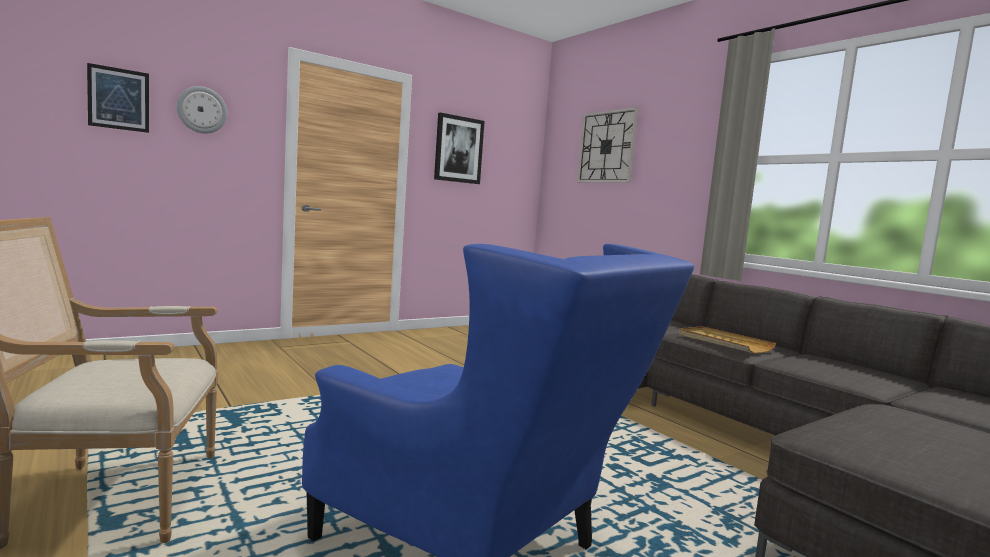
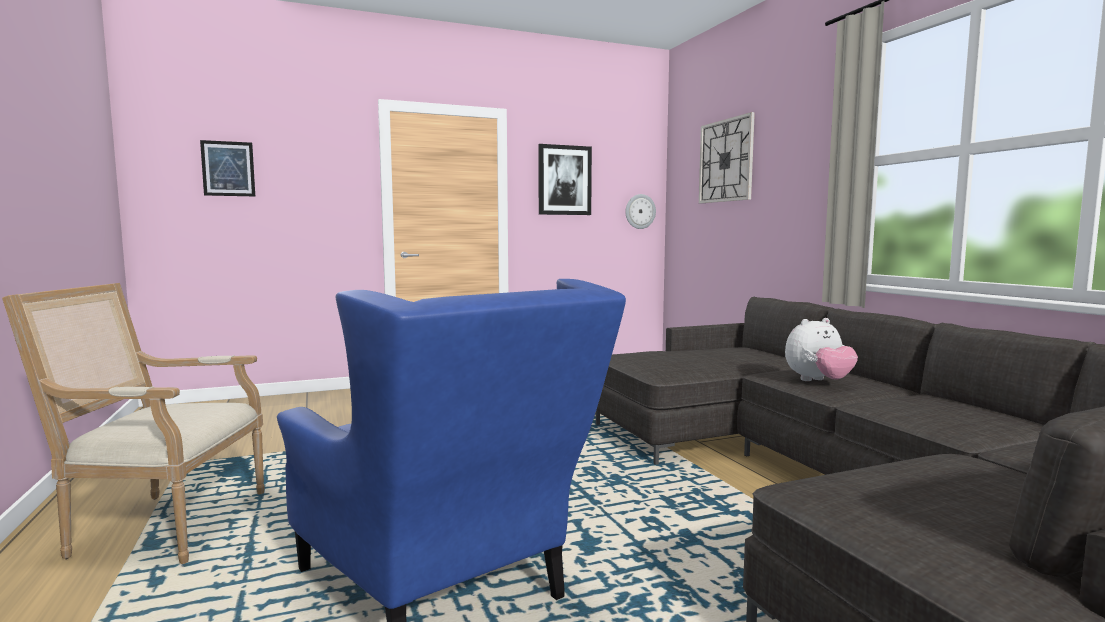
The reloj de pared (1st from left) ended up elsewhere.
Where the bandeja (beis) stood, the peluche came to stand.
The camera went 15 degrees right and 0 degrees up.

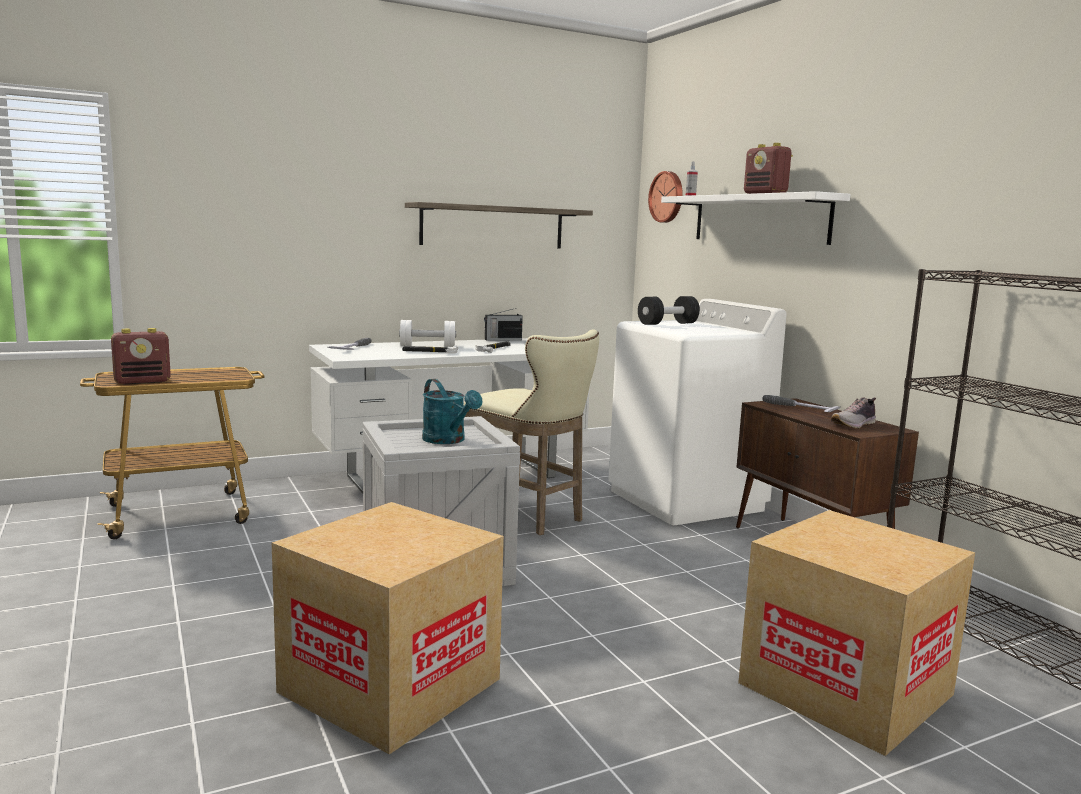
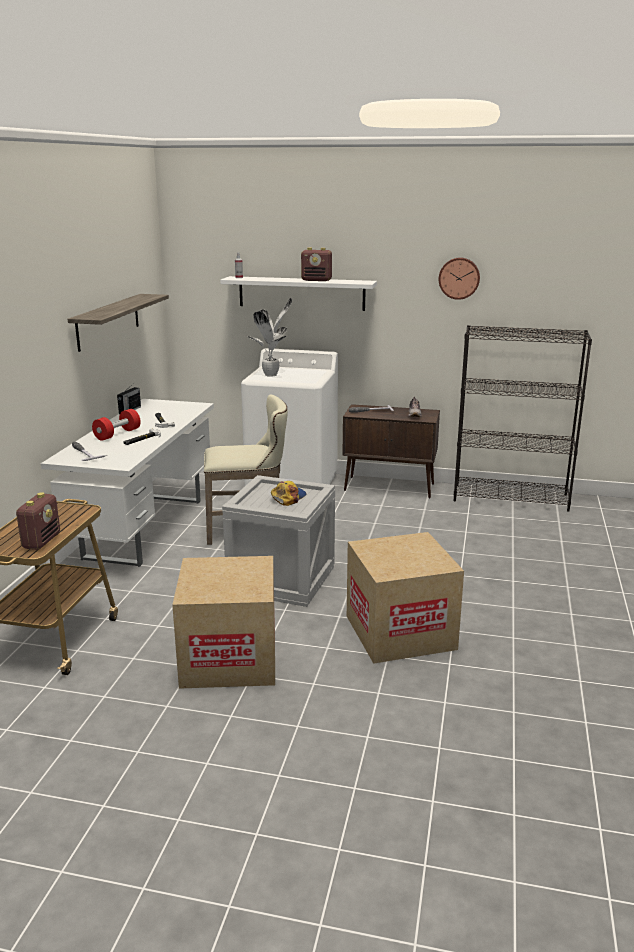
What was the mancuerna (blanco) turned into the mancuerna (rojo).
The caja de cartón (2nd from left in the first image) ended up elsewhere.
Where the mancuerna (negro) stood, the planta en maceta came to stand.
Where the regadera (turquesa) stood, the gorra came to stand.
The reloj de pared ended up elsewhere.
The camera went 50 degrees left and 10 degrees up.

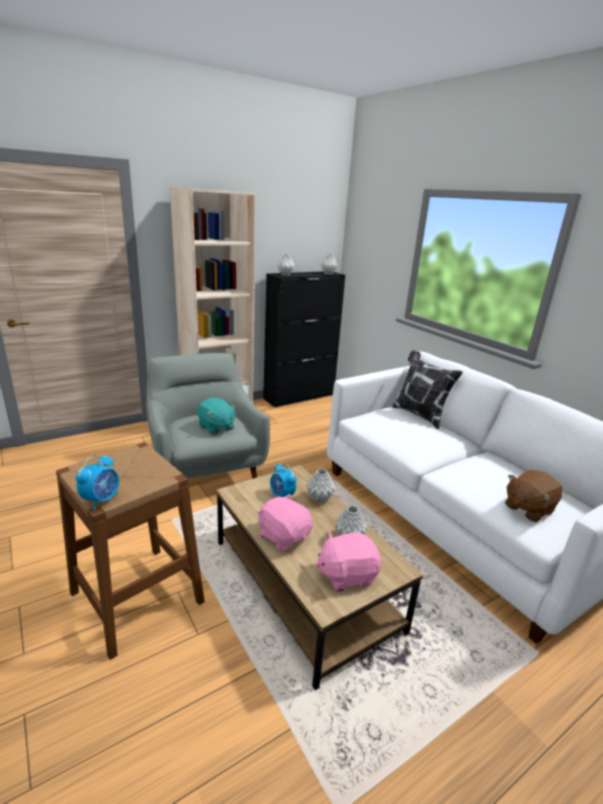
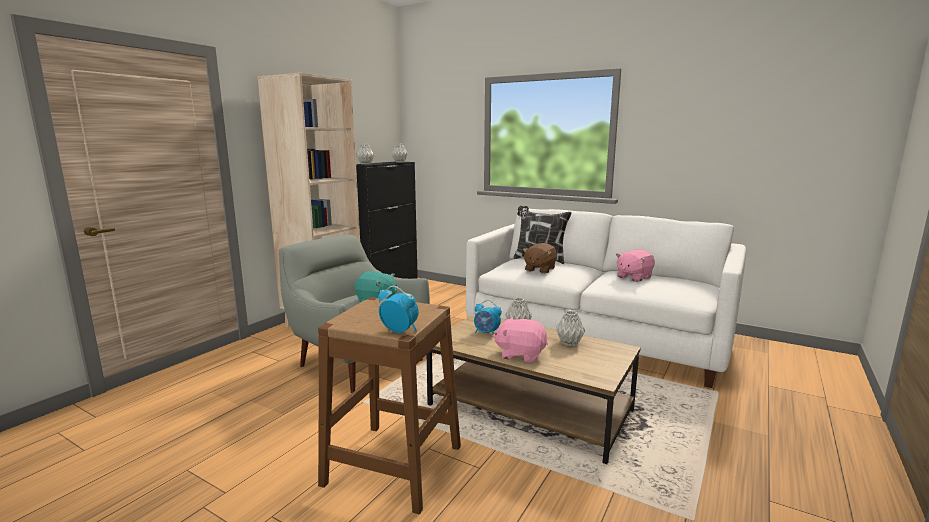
The despertador (1st from left) ended up facing another way, 60 degrees counterclockwise from before.
The peluche (marrón) ended up elsewhere.
The peluche (rosa) (2nd from left) ended up elsewhere.
The camera went 25 degrees left and 10 degrees down.

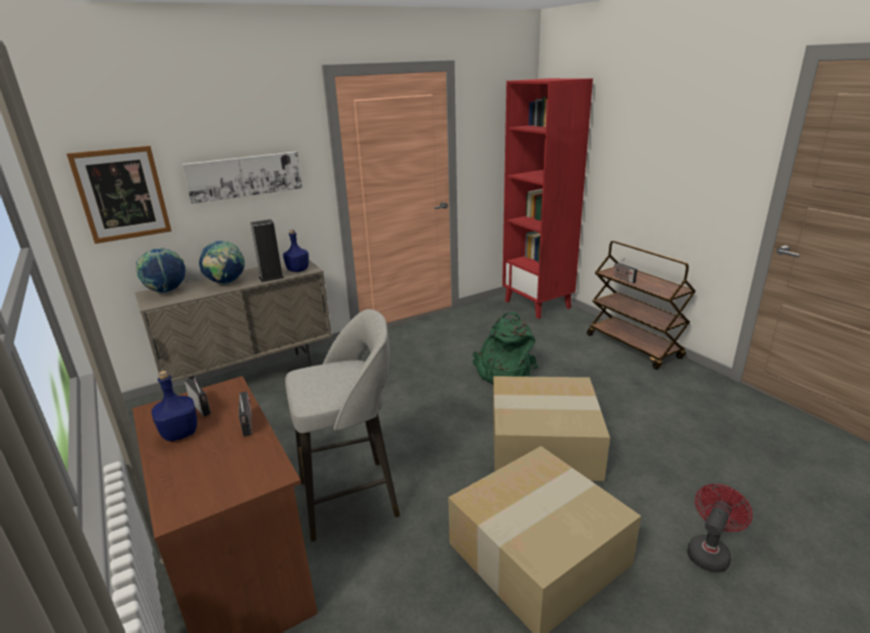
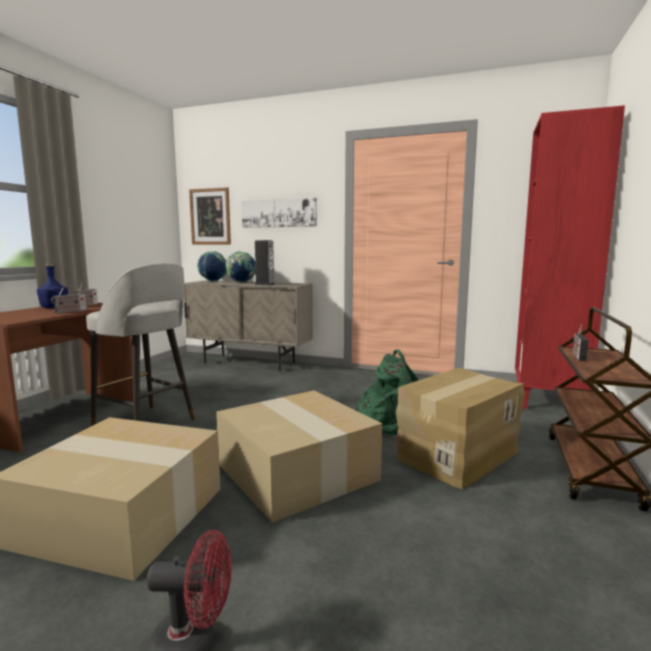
The second view gained the caja de cartón (3rd from left).
The second view lost the botella (azul) (2nd from left).
The camera went 50 degrees right and 15 degrees down.

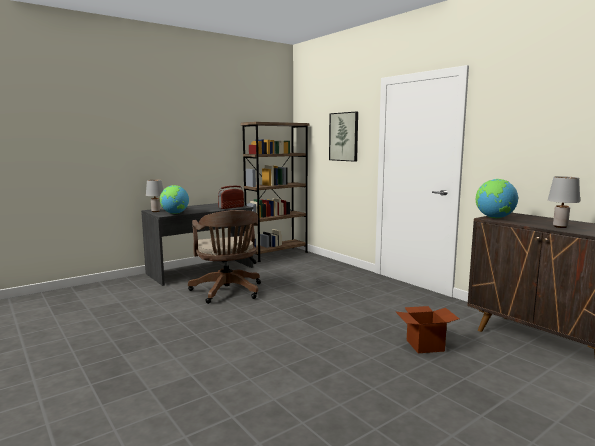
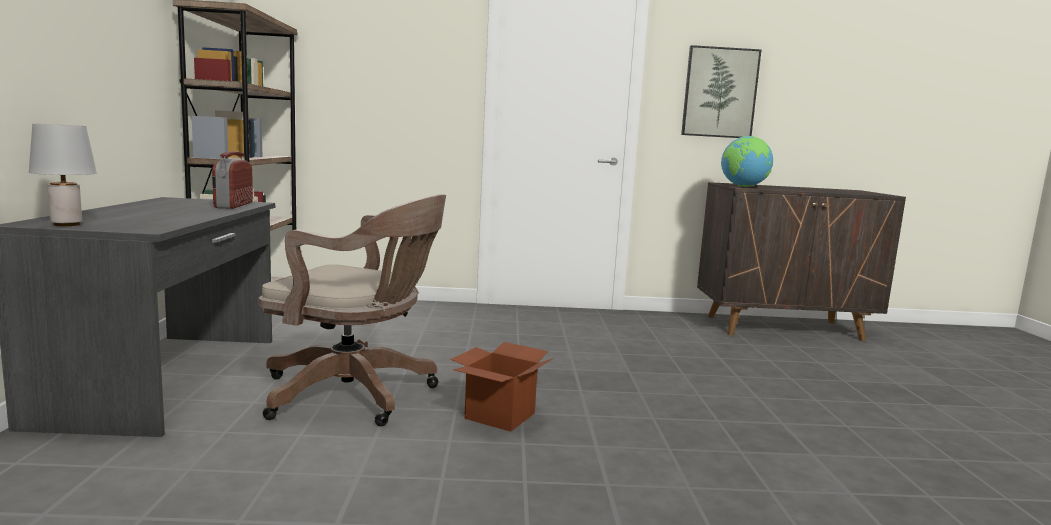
The caja de cartón ended up elsewhere.
The cuadro ended up elsewhere.
The second view lost the globo terráqueo (1st from left).
The second view lost the lámpara de mesa (gris) (2nd from left).
The camera went 55 degrees left and 0 degrees up.

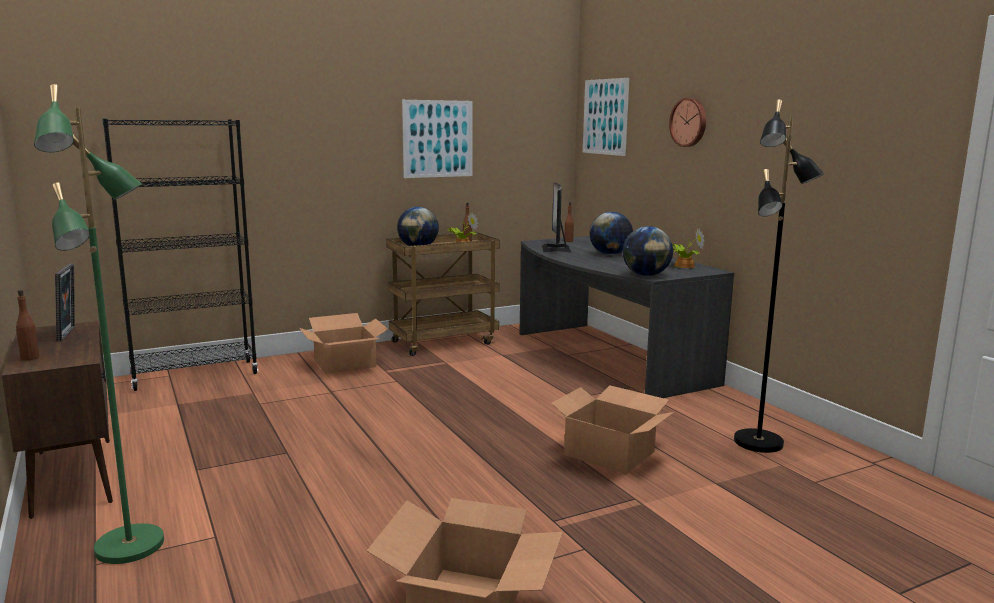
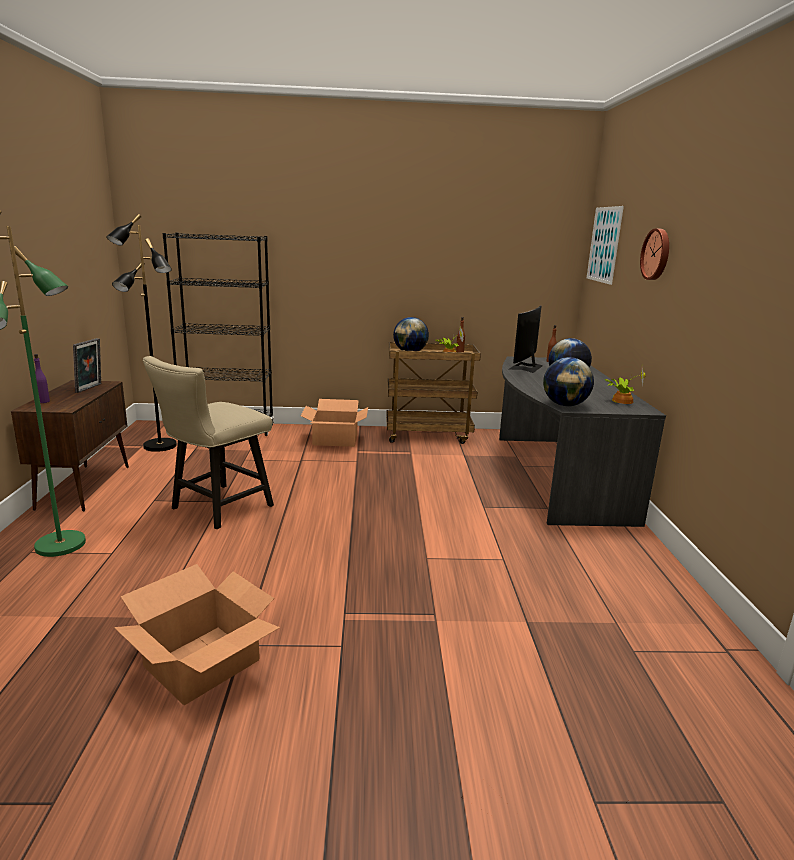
What was the botella (marrón) (1st from left) turned into the botella (morado).
The lámpara de pie (negro) ended up elsewhere.
The second view gained the silla (beis).
The second view lost the cuadro (1st from left).
The second view lost the caja de cartón (3rd from left).
The camera went 25 degrees right and 5 degrees up.

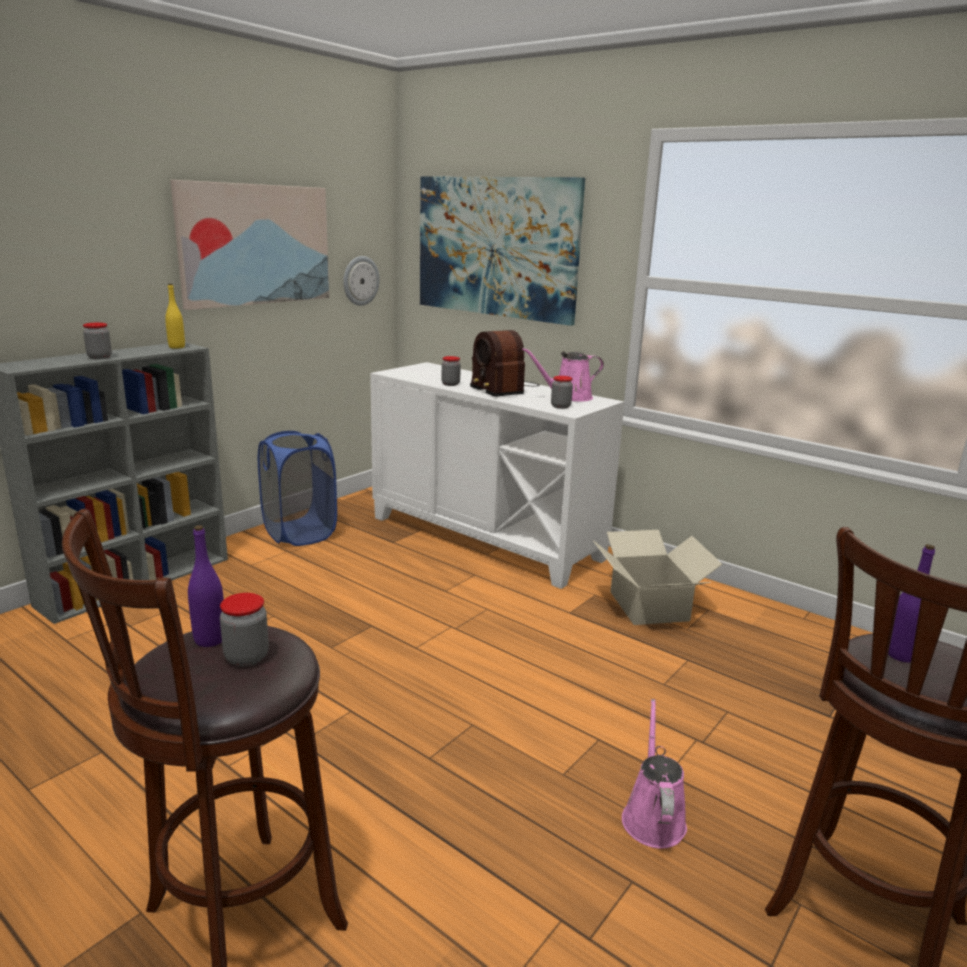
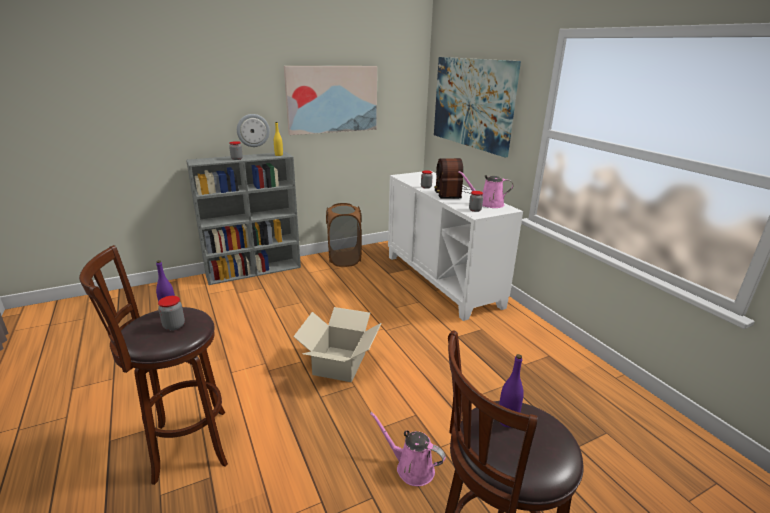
The reloj de pared ended up elsewhere.
The caja de cartón ended up elsewhere.
What was the cesto de la ropa (azul) turned into the cesto de la ropa (marrón).
The regadera (rosa) (2nd from left in the first image) ended up facing another way, 90 degrees counterclockwise from before.
The camera went 25 degrees right and 5 degrees up.

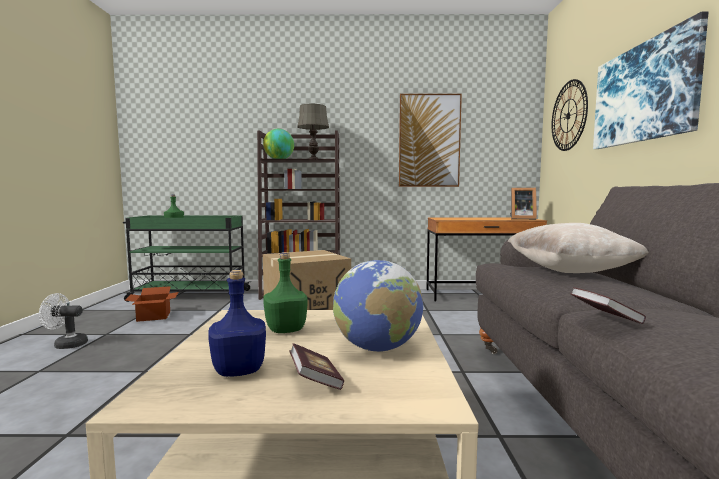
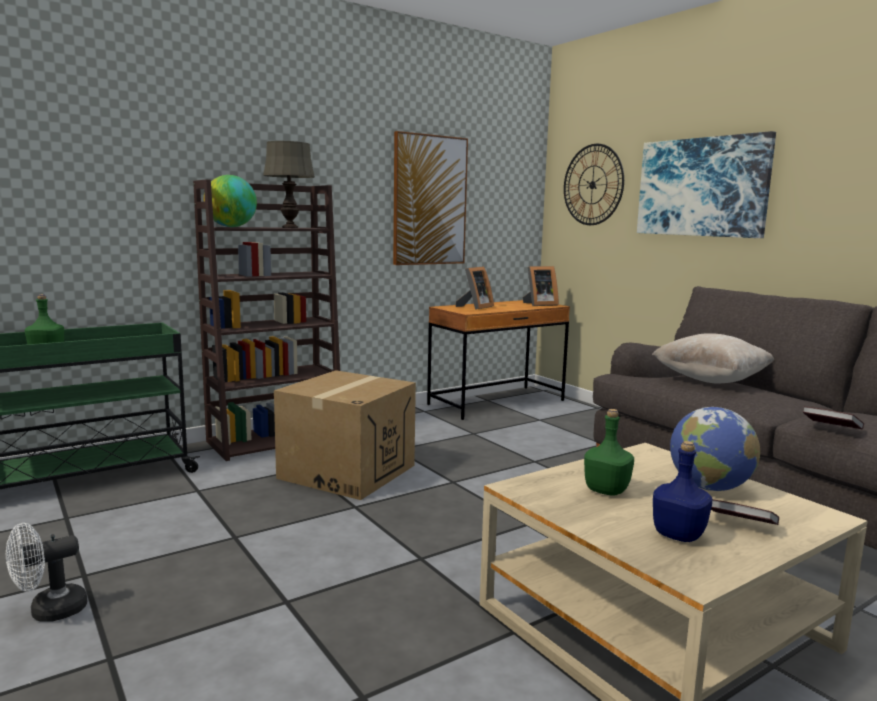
The second view gained the portarretratos (1st from left).
The second view lost the caja de cartón (1st from left).
The camera went 35 degrees left and 5 degrees up.

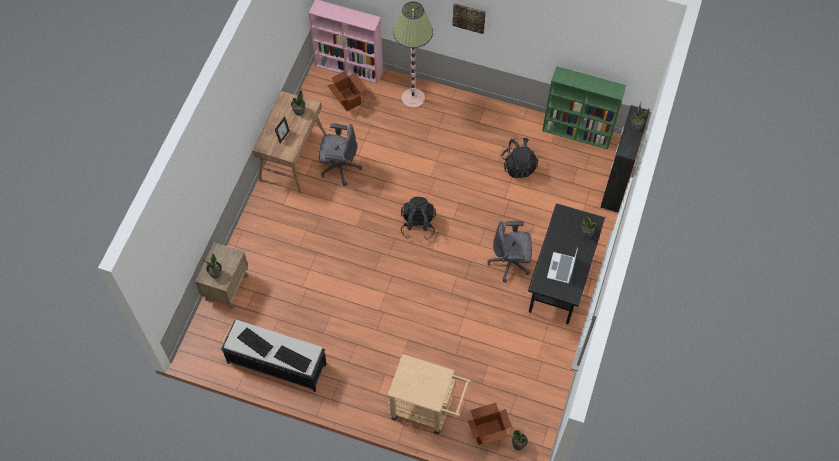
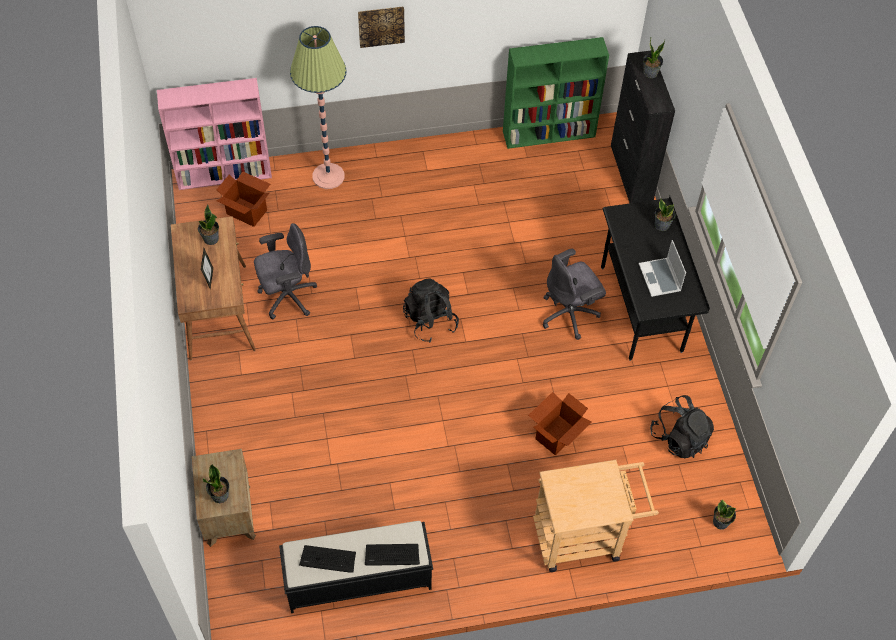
The caja de cartón (2nd from left) ended up elsewhere.
The mochila (negro) (2nd from left) ended up elsewhere.
The camera went 30 degrees left and 5 degrees down.

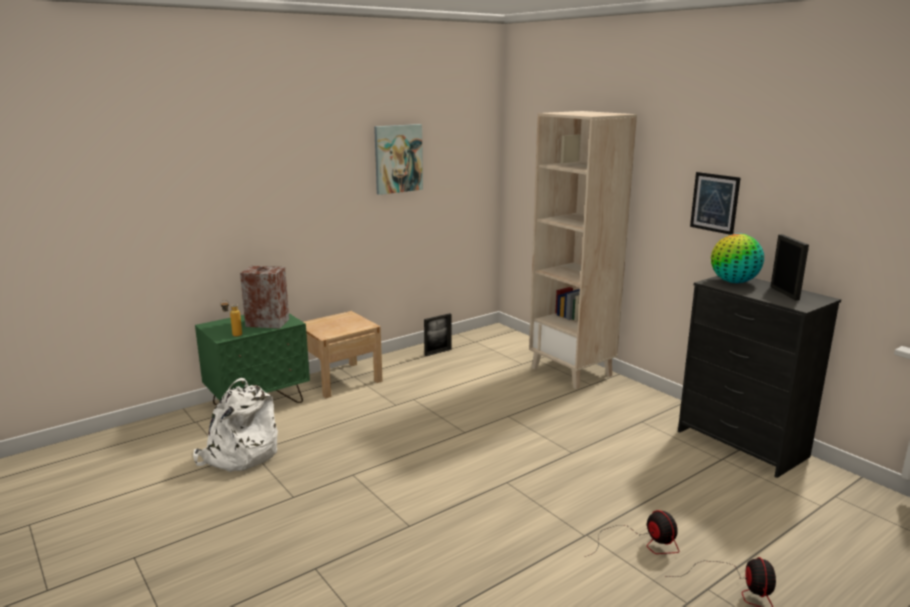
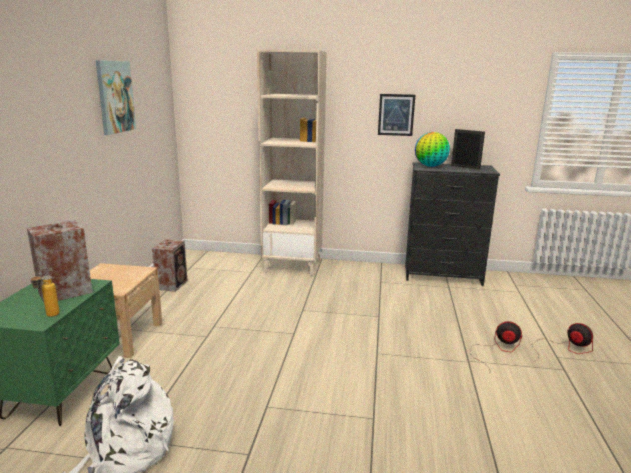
Where the portarretratos (1st from left) stood, the altavoz (2nd from left) came to stand.
The camera went 45 degrees left and 0 degrees up.

